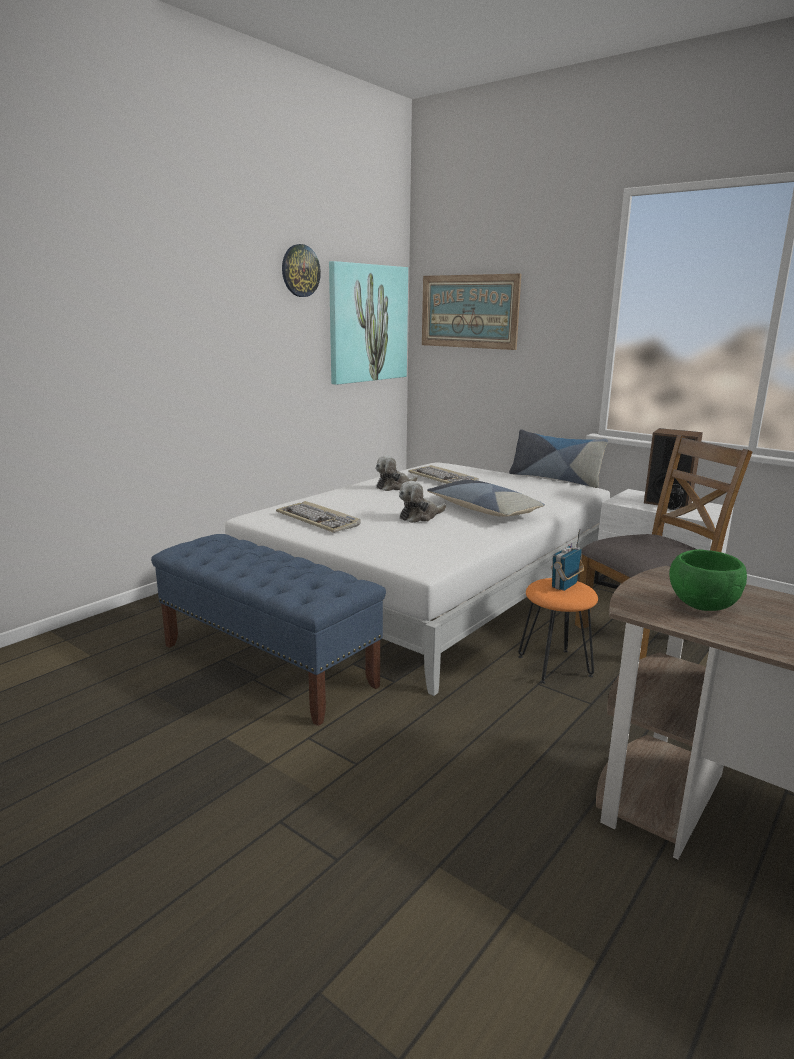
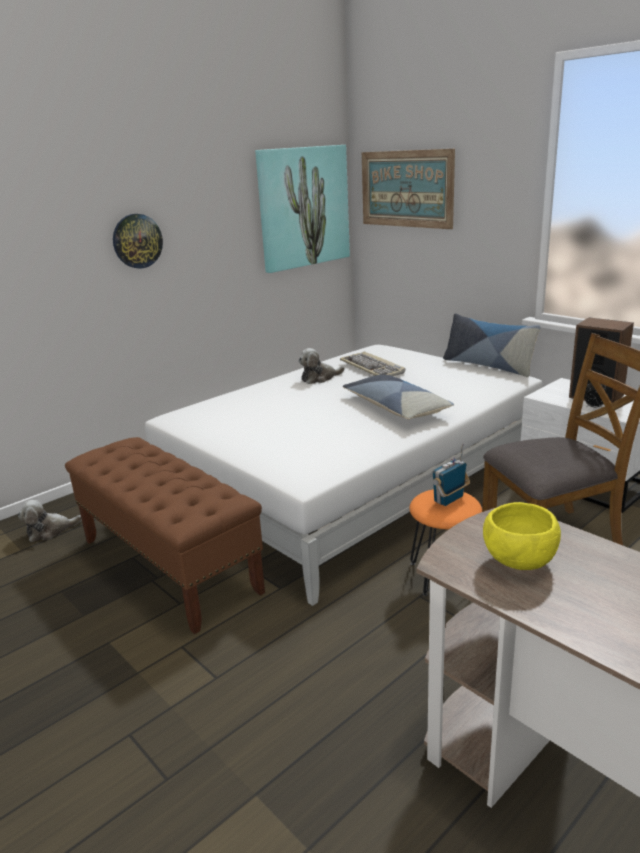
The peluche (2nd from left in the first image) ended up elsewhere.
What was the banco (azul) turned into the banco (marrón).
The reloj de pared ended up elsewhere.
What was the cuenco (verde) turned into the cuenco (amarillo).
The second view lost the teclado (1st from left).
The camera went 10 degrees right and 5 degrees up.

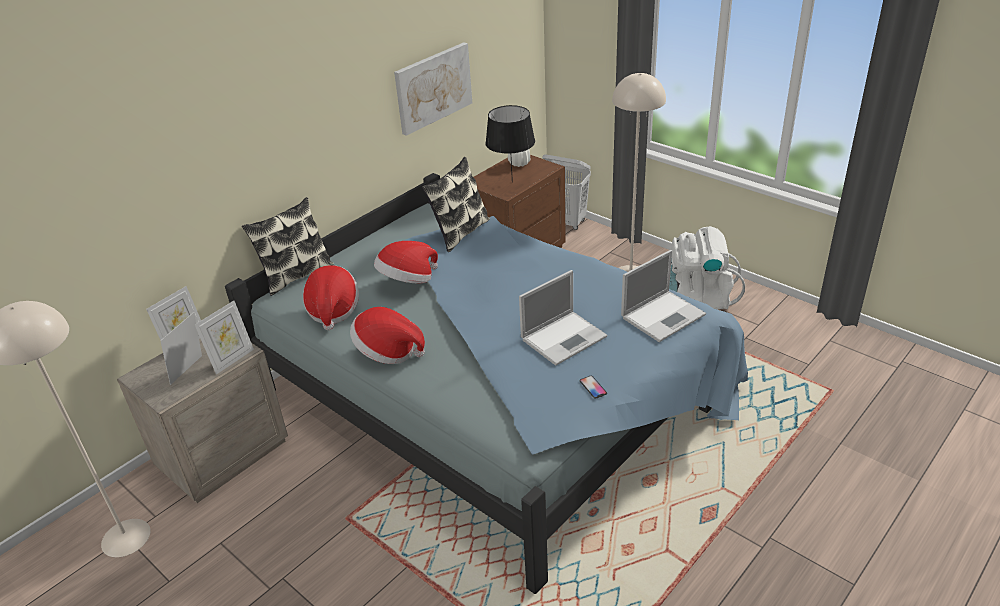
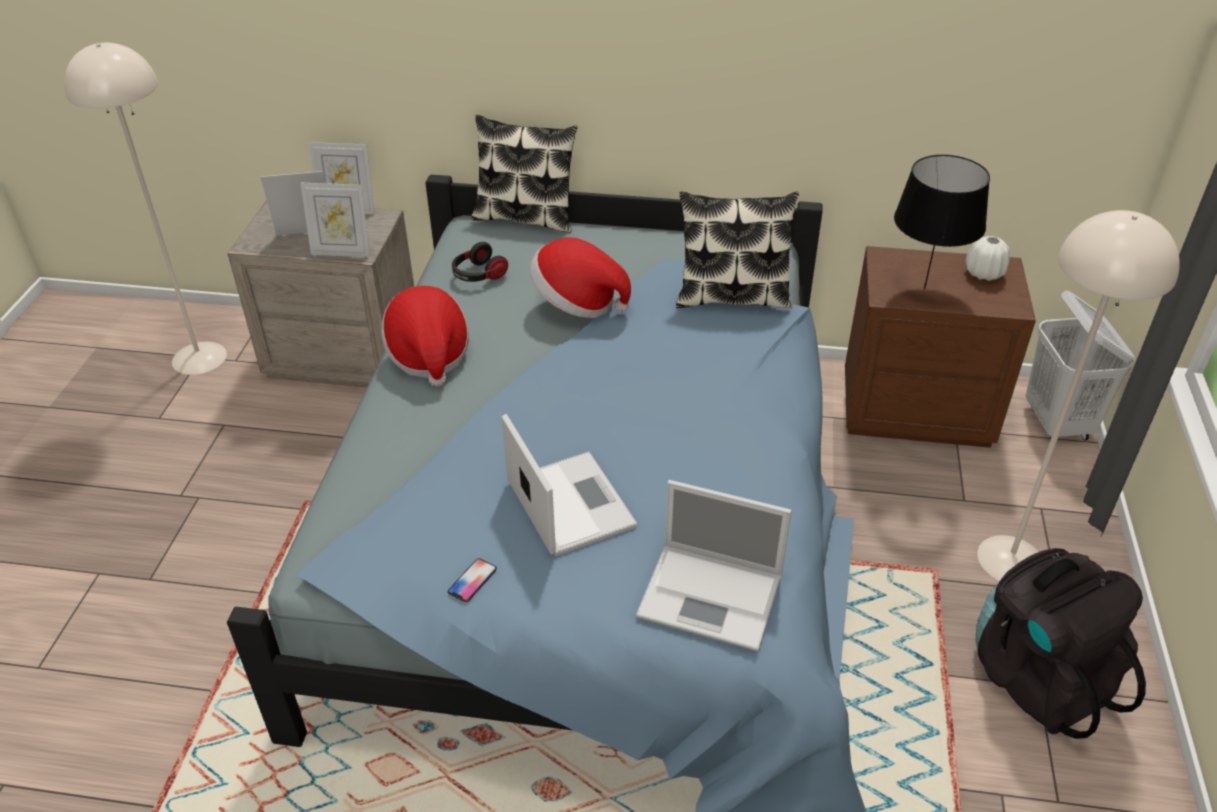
Where the sombrero (1st from left) stood, the auriculares came to stand.
The portátil (1st from left) ended up facing another way, 135 degrees counterclockwise from before.
What was the mochila (blanco) turned into the mochila (negro).
The second view lost the cuadro.
The camera went 55 degrees right and 5 degrees up.

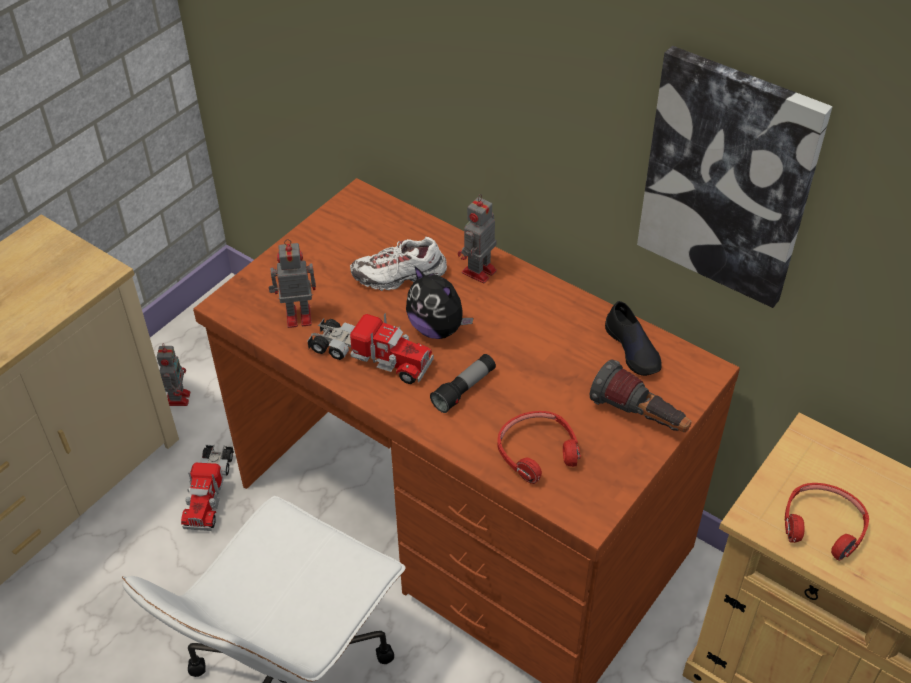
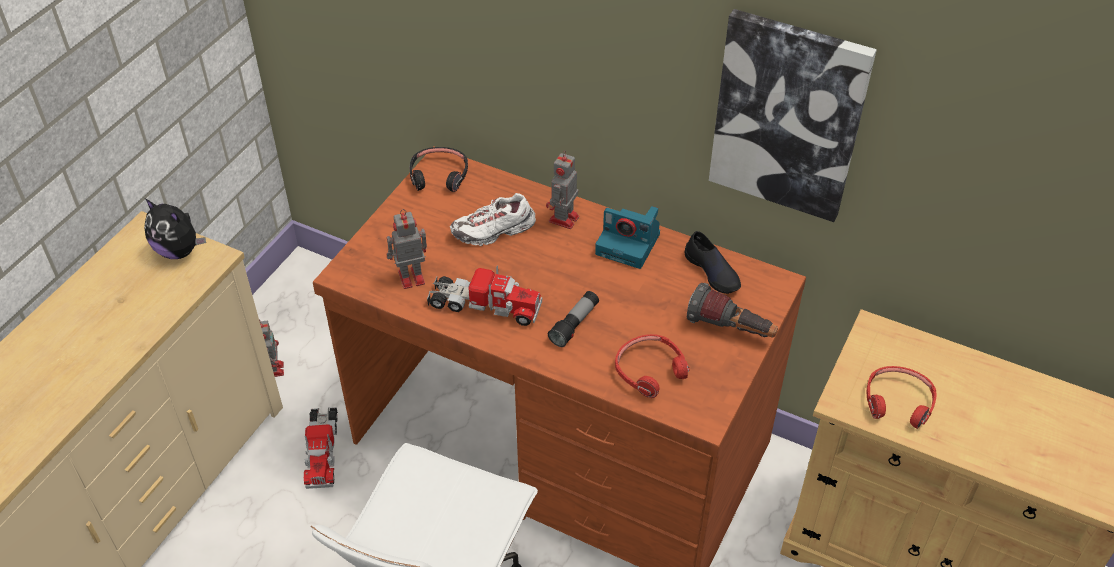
The peluche ended up elsewhere.
The second view gained the auriculares (negro).
The second view gained the cámara.
The camera went 10 degrees left and 0 degrees up.

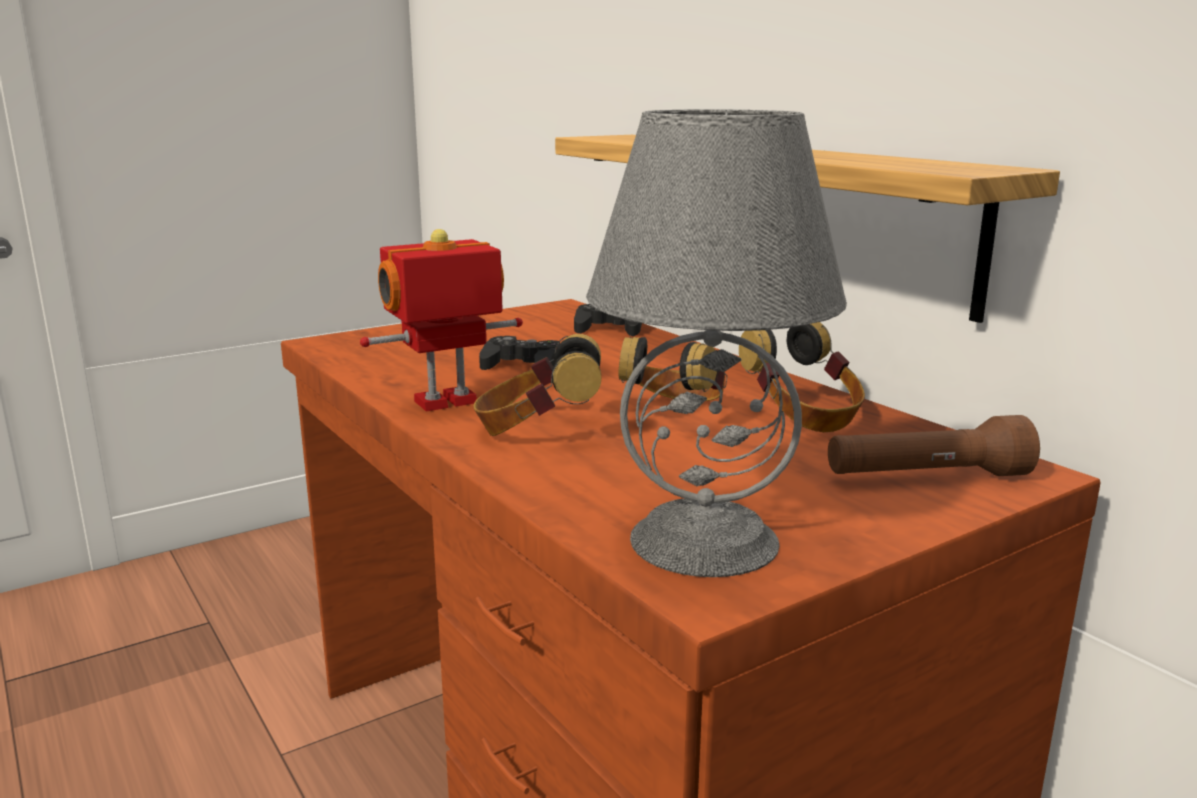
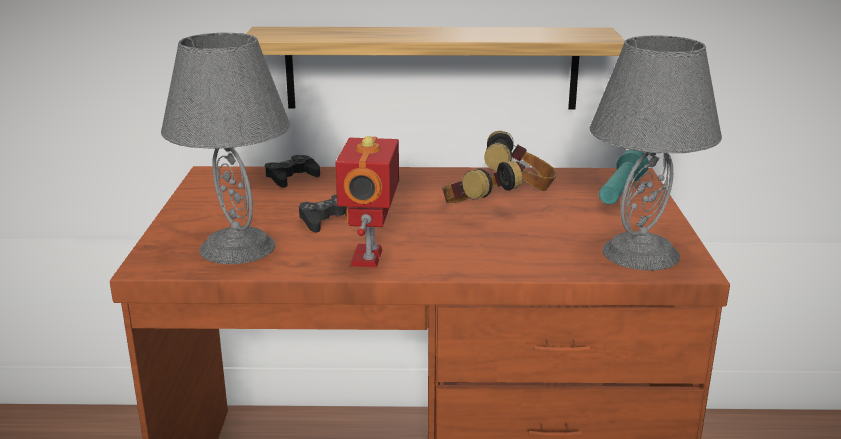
The second view gained the lámpara de mesa (gris) (1st from left).
What was the linterna (marrón) turned into the linterna (turquesa).
The second view lost the auriculares (1st from left).
The camera went 55 degrees left and 5 degrees up.

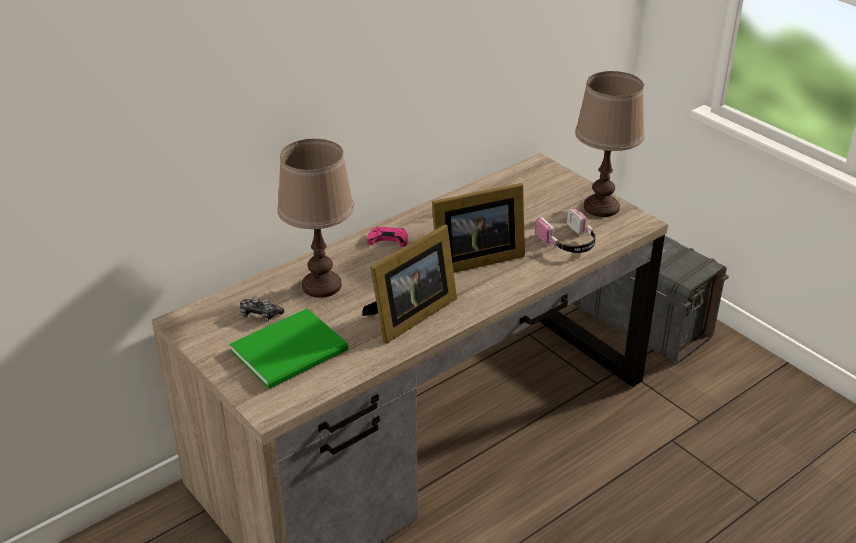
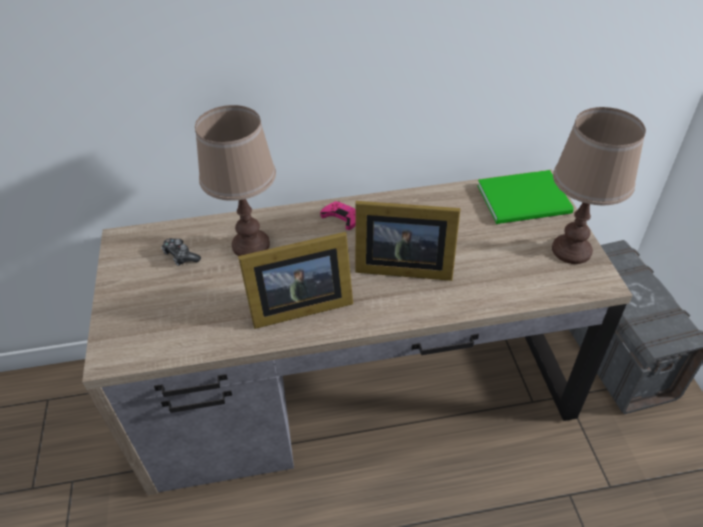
The libro (verde) ended up elsewhere.
The second view lost the auriculares.
The camera went 30 degrees right and 10 degrees up.

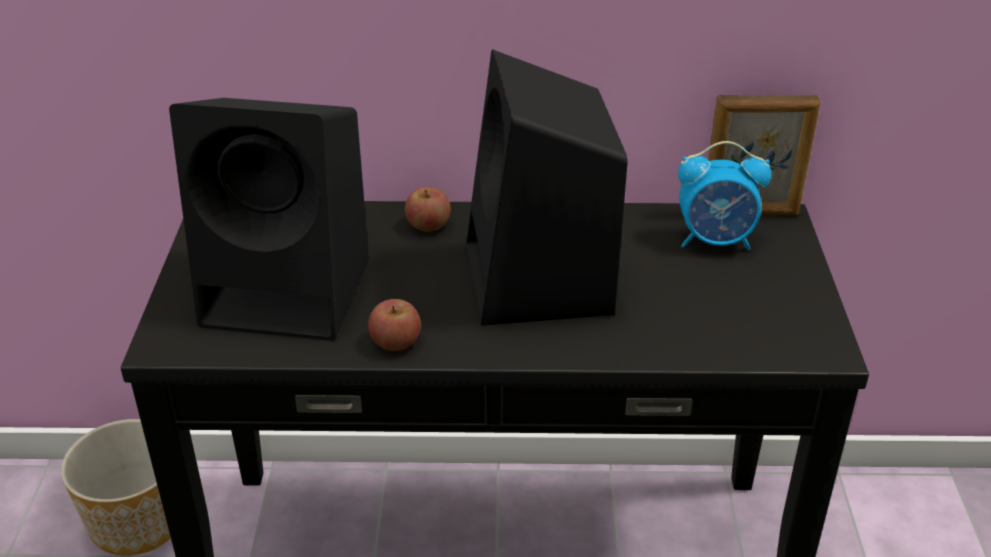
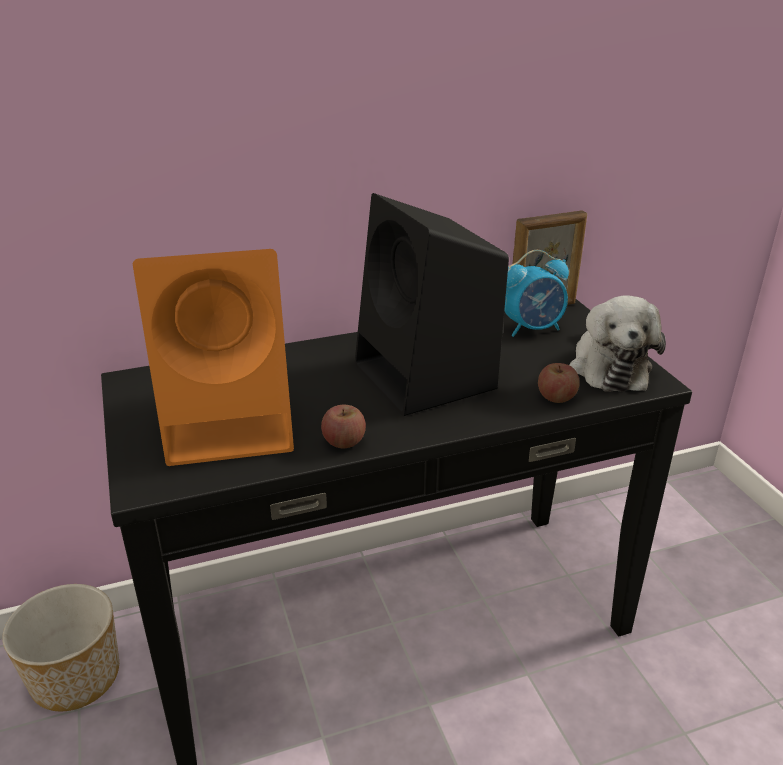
What was the altavoz (negro) (1st from left) turned into the altavoz (naranja).
The manzana (2nd from left) ended up elsewhere.
The second view gained the peluche.
The camera went 20 degrees left and 5 degrees down.

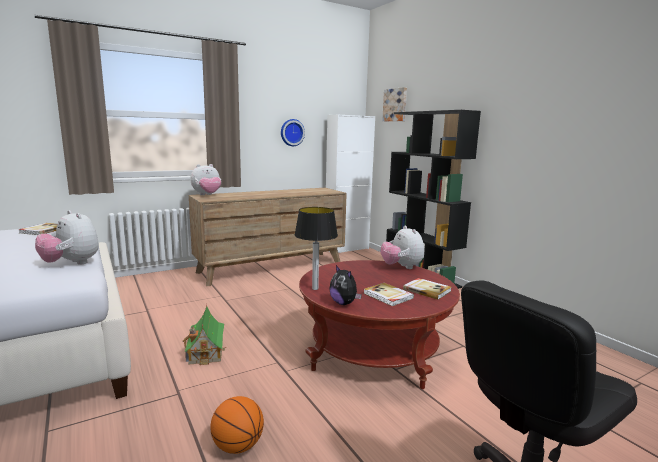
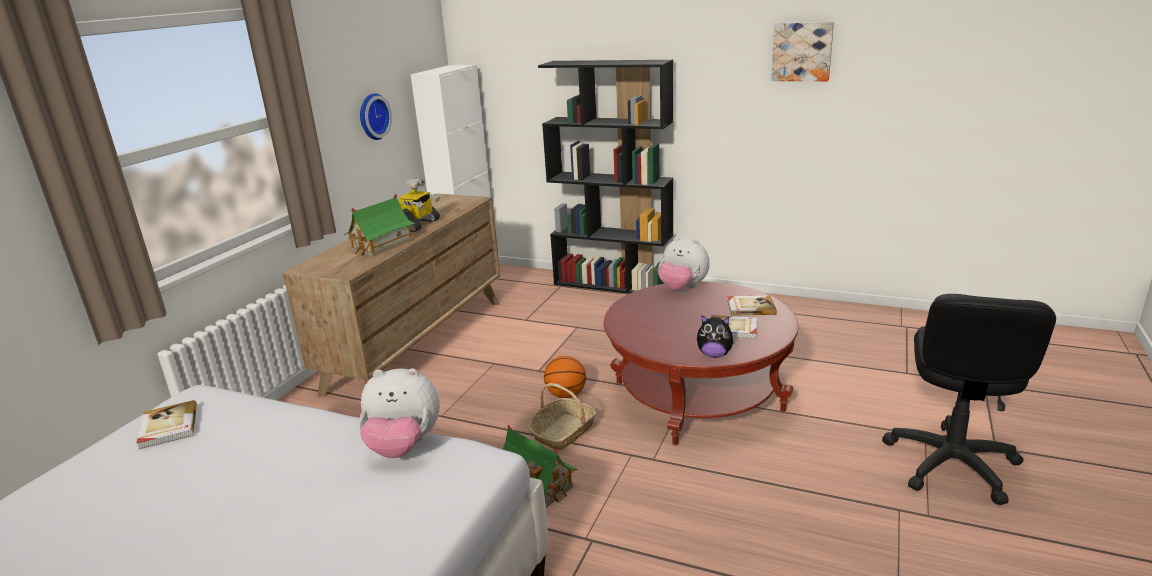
The second view gained the casita (1st from left).
The second view gained the robot de juguete.
The second view gained the cesta.
The balón de baloncesto ended up elsewhere.
The cuadro ended up elsewhere.
The second view lost the peluche (2nd from left).
The second view lost the lámpara de mesa.
The camera went 35 degrees left and 10 degrees up.

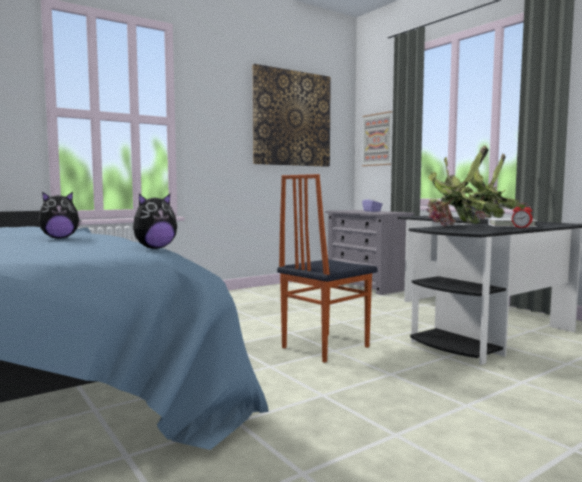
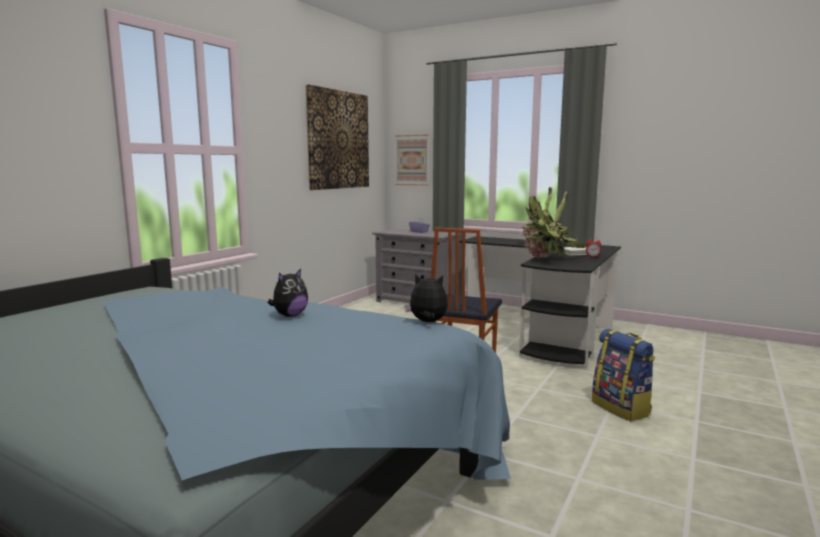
The peluche (2nd from left) ended up facing another way, 105 degrees counterclockwise from before.
The second view gained the mochila.
The camera went 25 degrees left and 5 degrees up.

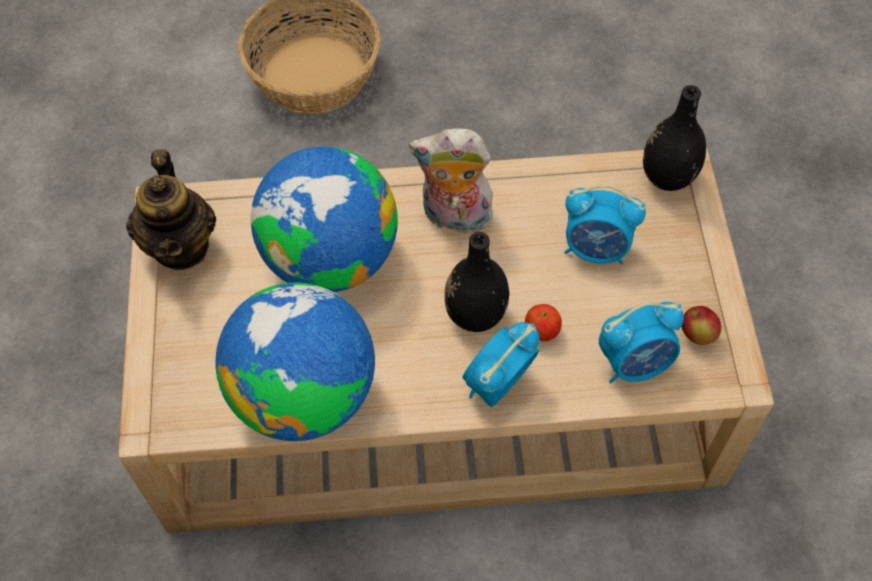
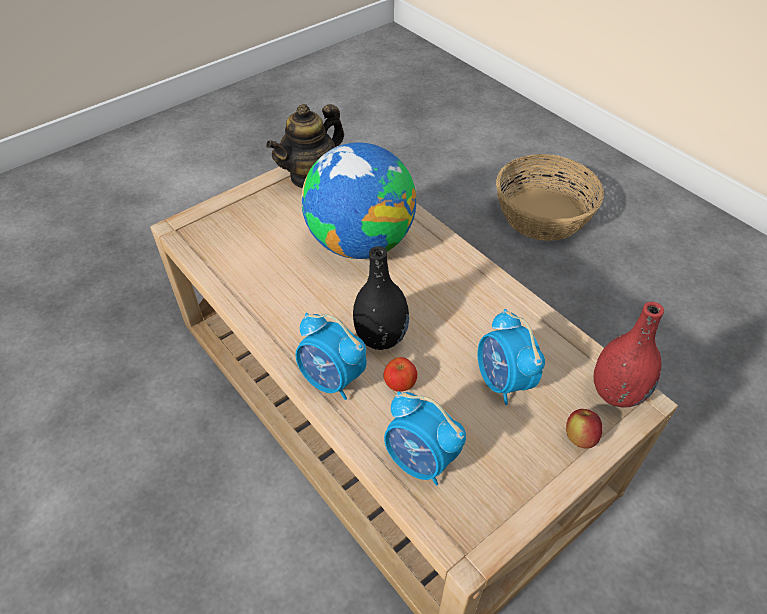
The despertador (1st from left) ended up facing another way, 150 degrees counterclockwise from before.
The manzana (2nd from left) ended up elsewhere.
What was the florero (negro) (2nd from left) turned into the florero (rojo).
The second view lost the globo terráqueo (1st from left).
The second view lost the peluche.
The camera went 55 degrees right and 10 degrees down.

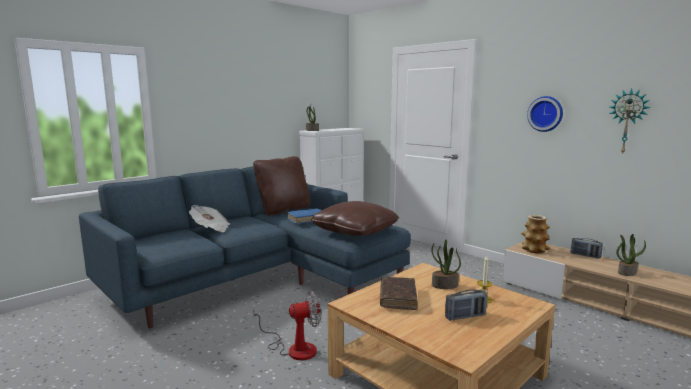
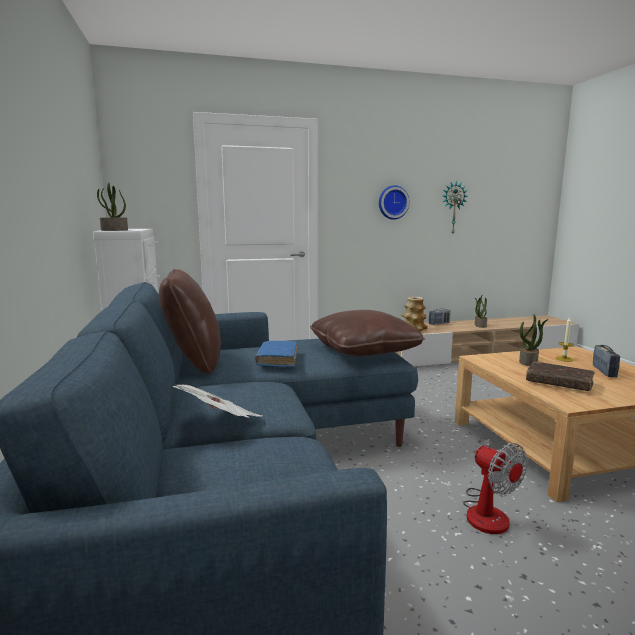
The ventilador ended up facing another way, 135 degrees clockwise from before.
The camera went 60 degrees left and 0 degrees up.

